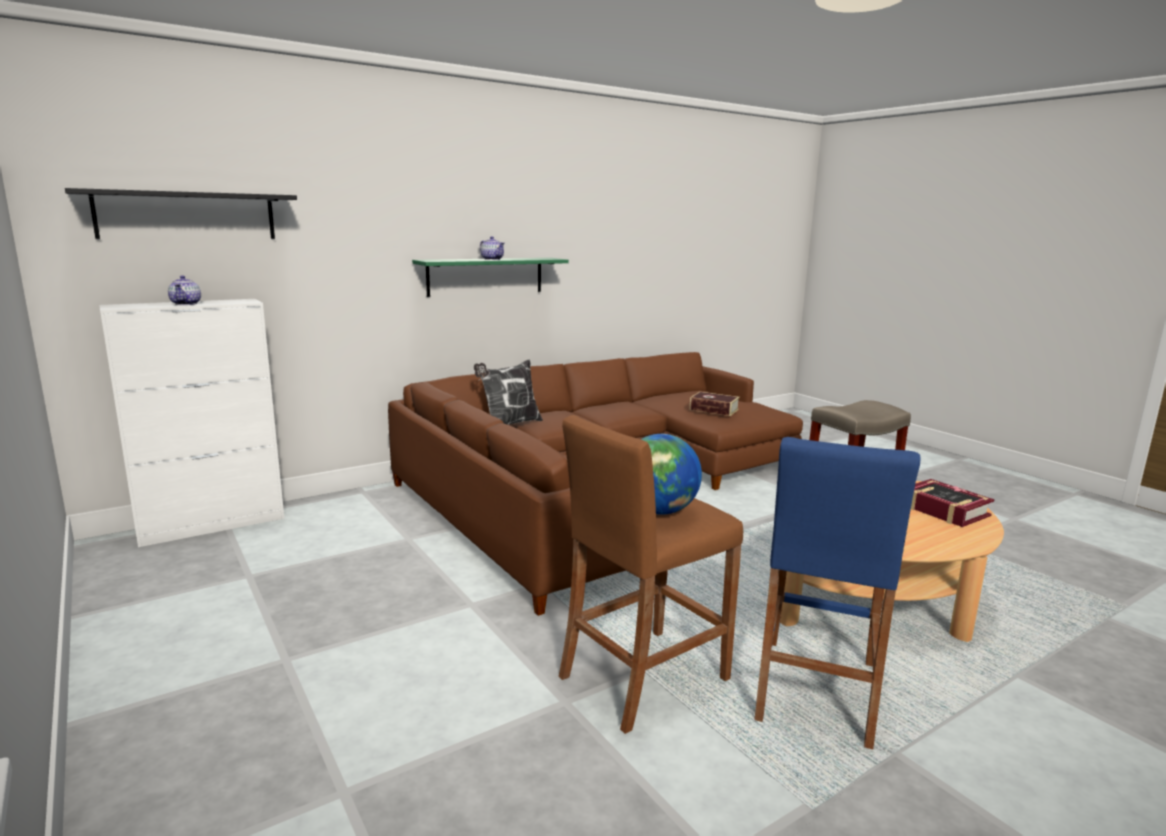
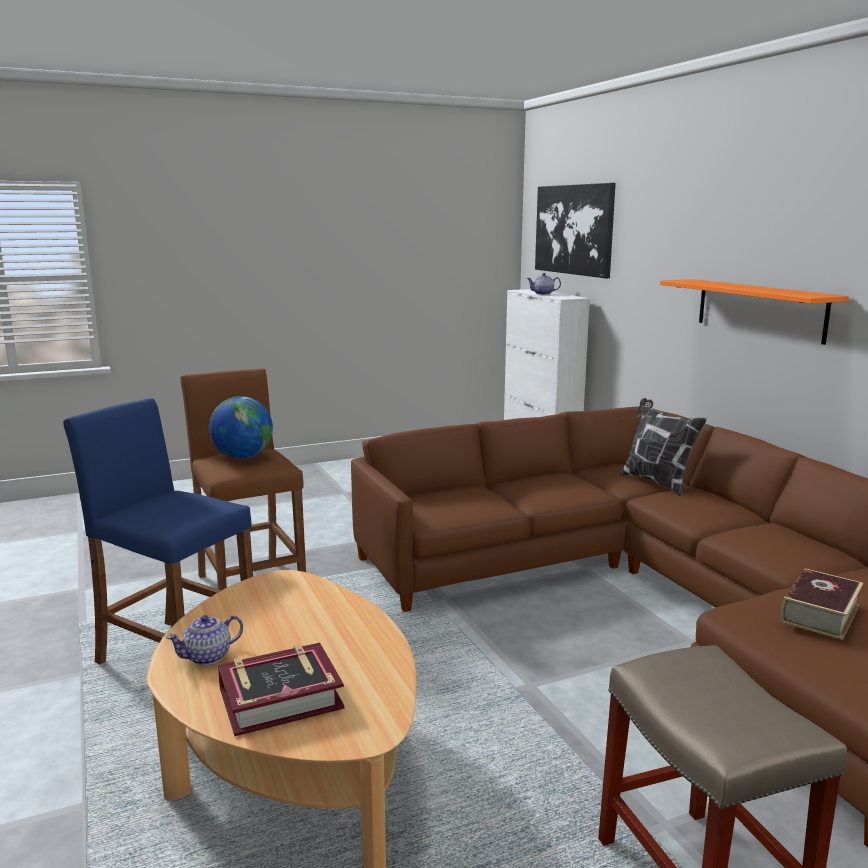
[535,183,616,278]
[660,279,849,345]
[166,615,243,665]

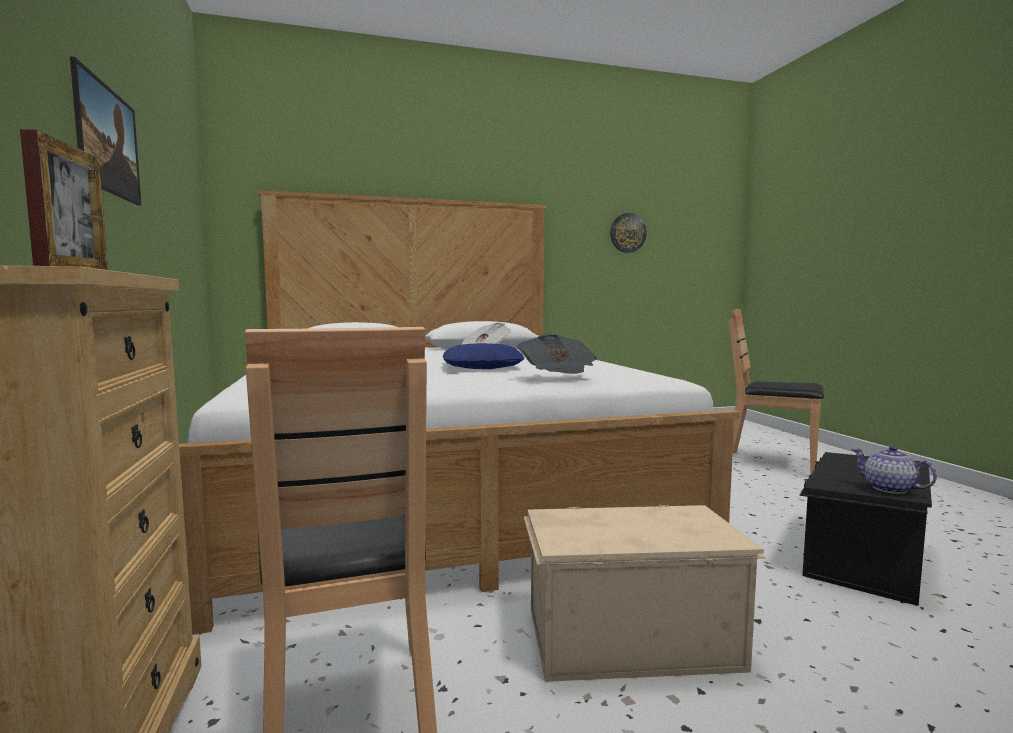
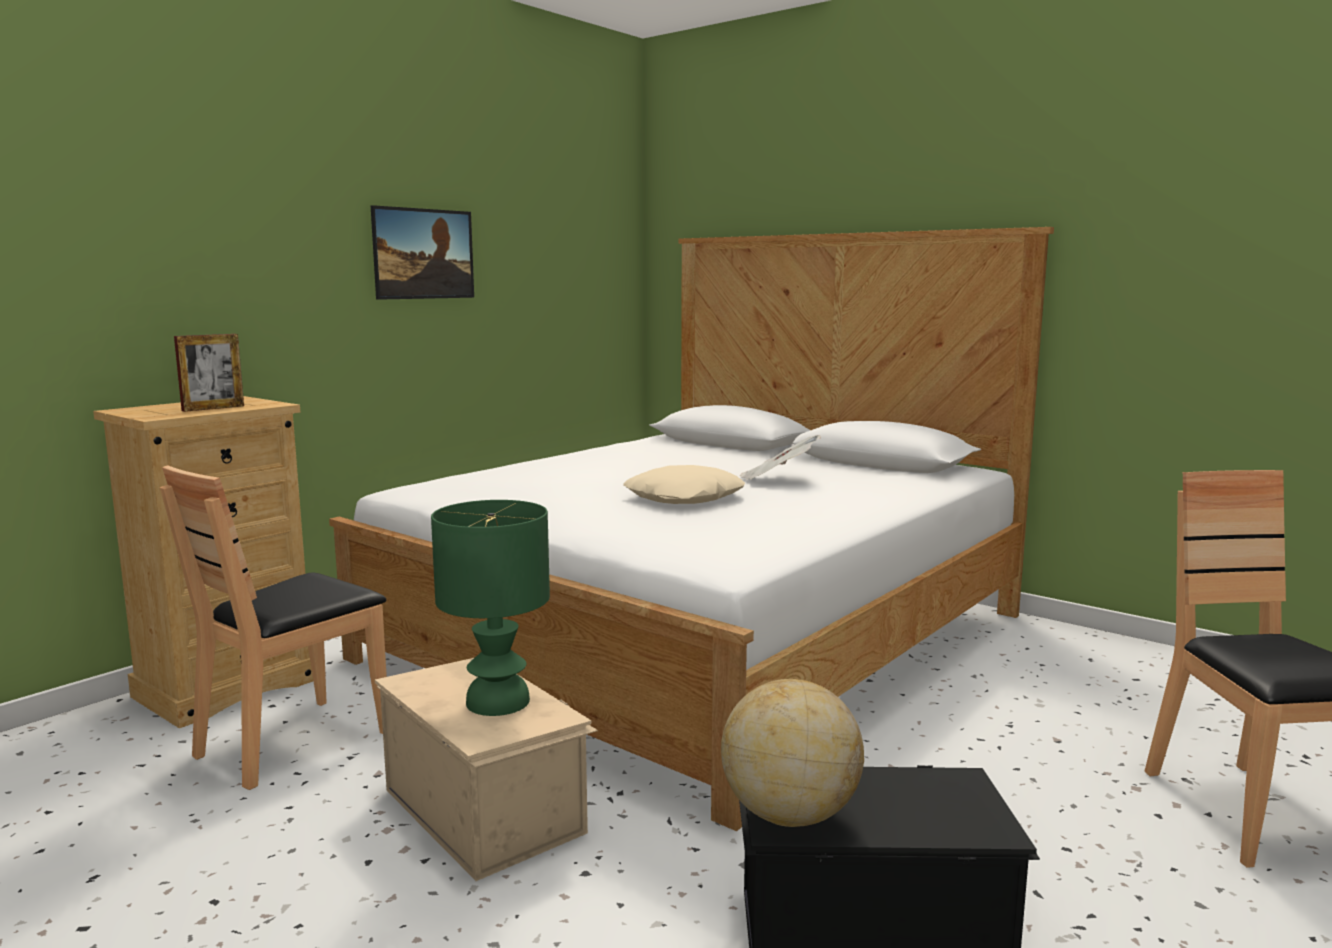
[623,465,745,504]
[517,334,597,374] (first image)
[610,213,647,253] (first image)
[721,679,864,827]
[431,500,550,716]

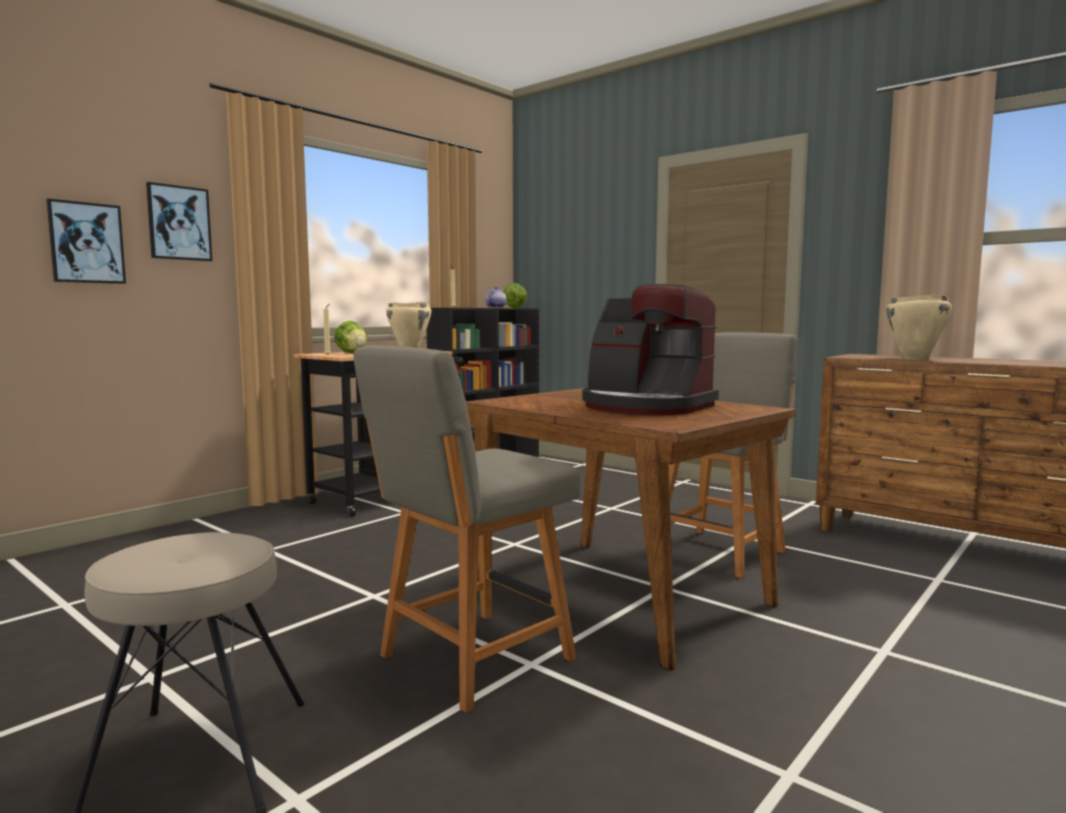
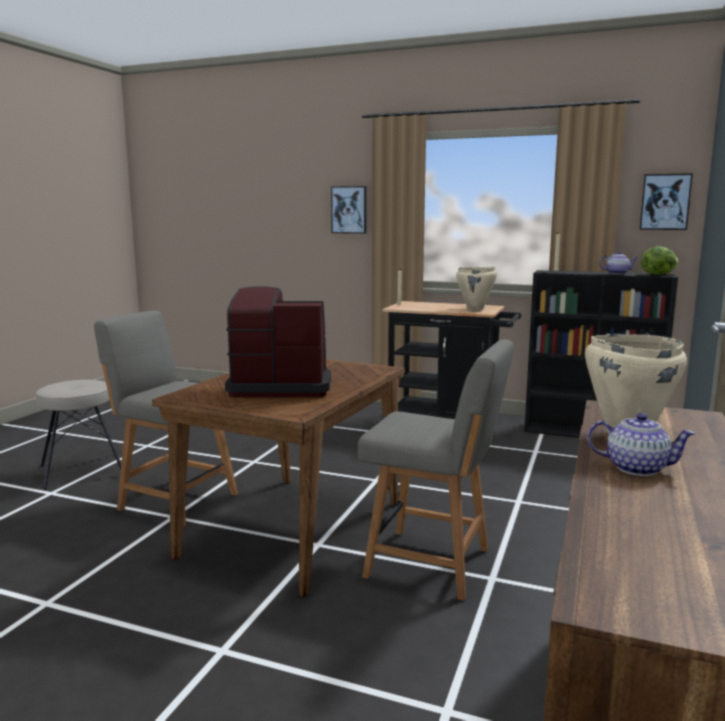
[639,173,693,230]
[334,321,367,353] (first image)
[225,286,331,397]
[587,413,696,476]

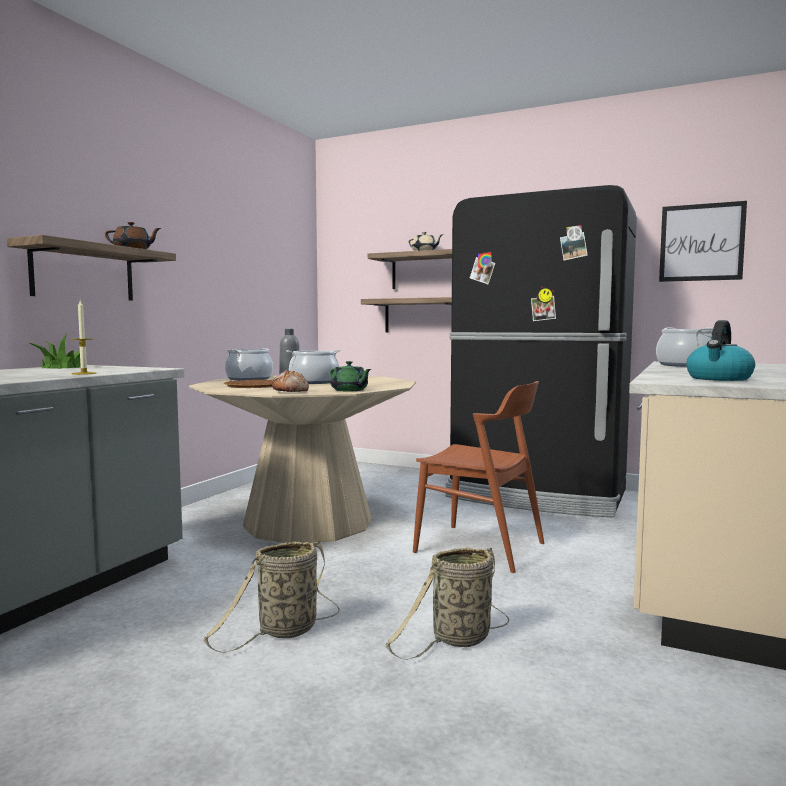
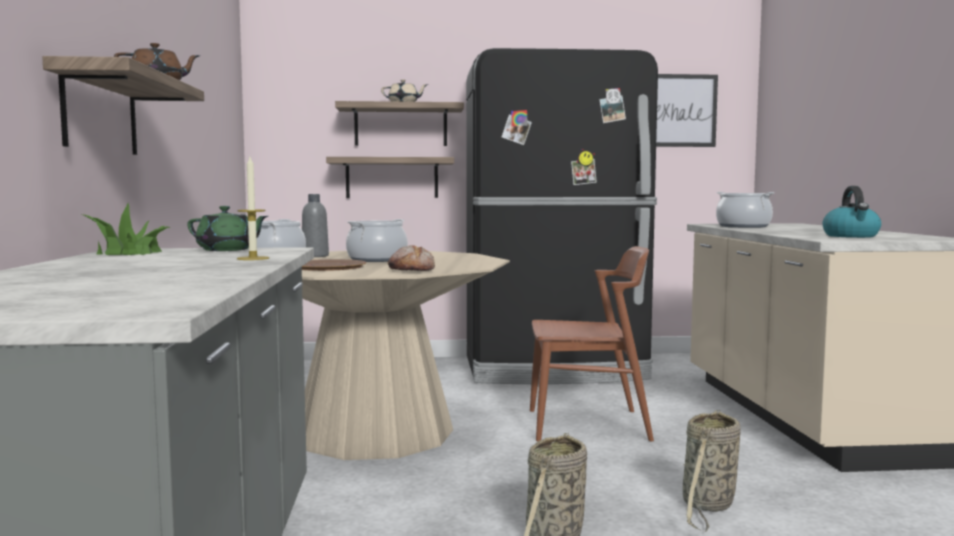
[187,206,268,251]

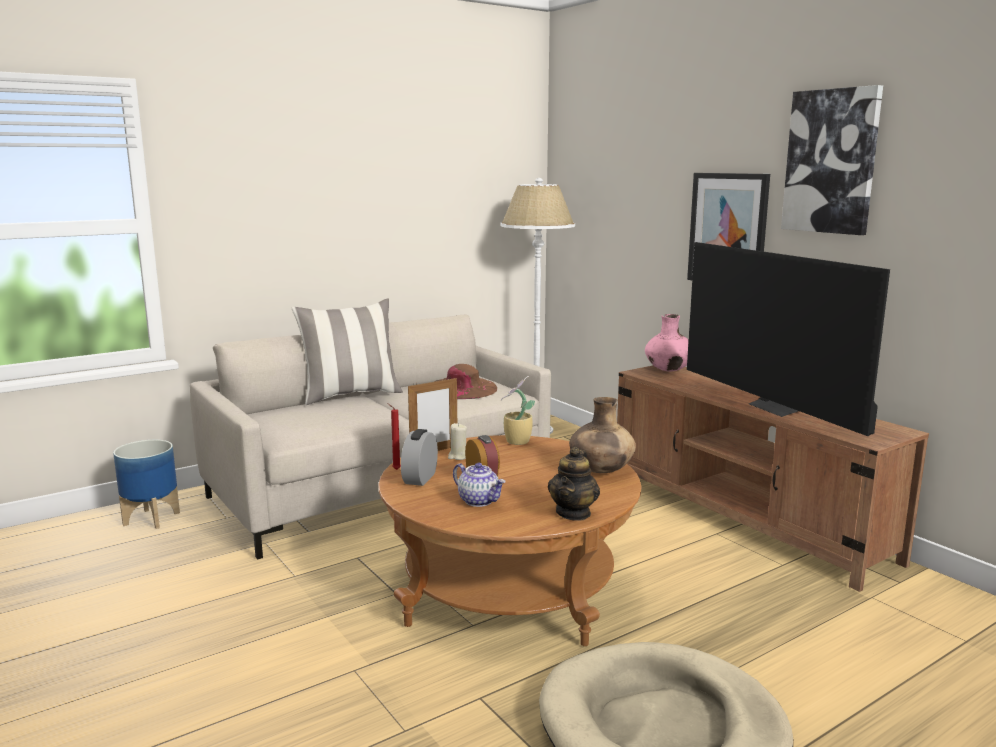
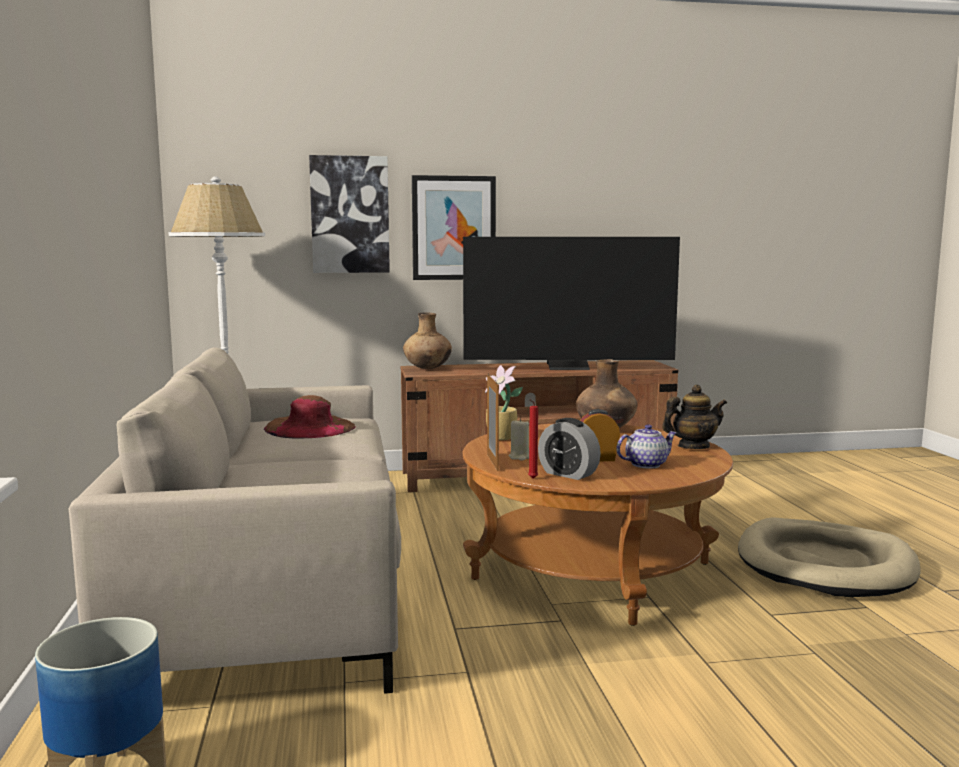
[292,298,403,405] (first image)
[662,385,727,449]
[403,313,452,369]
[309,155,390,273]

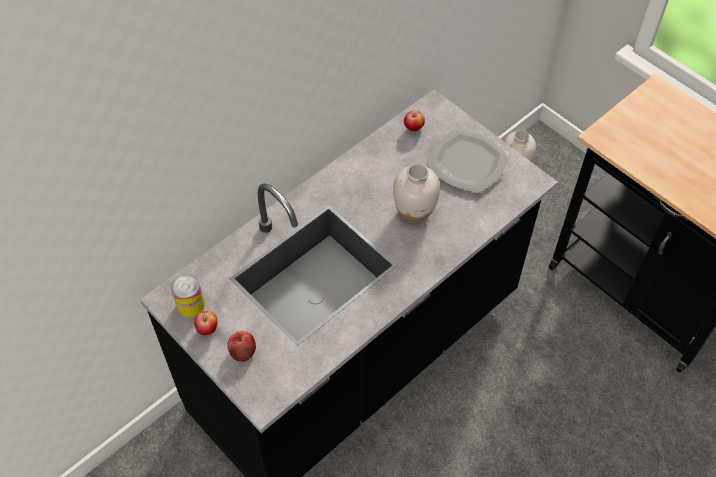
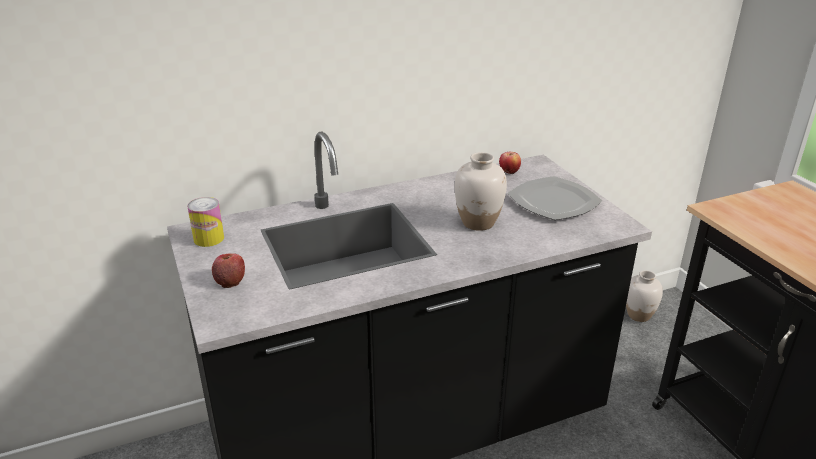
[194,311,217,335] (first image)

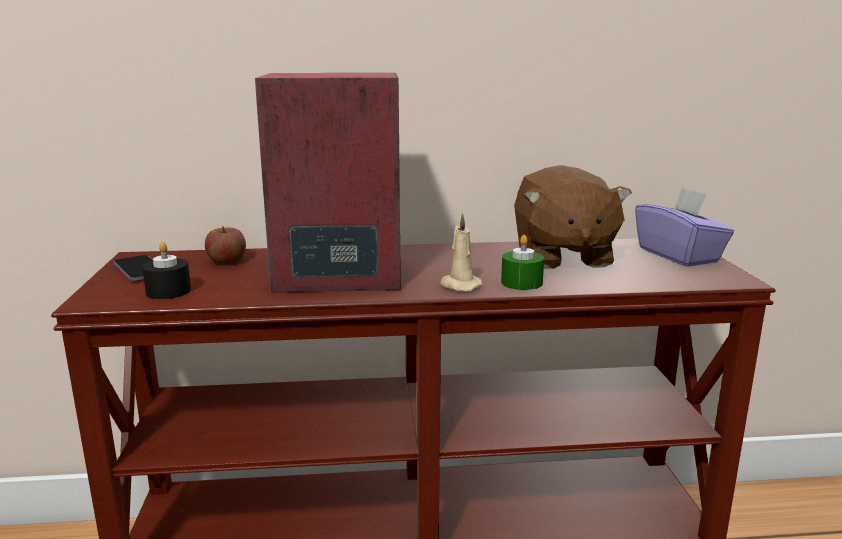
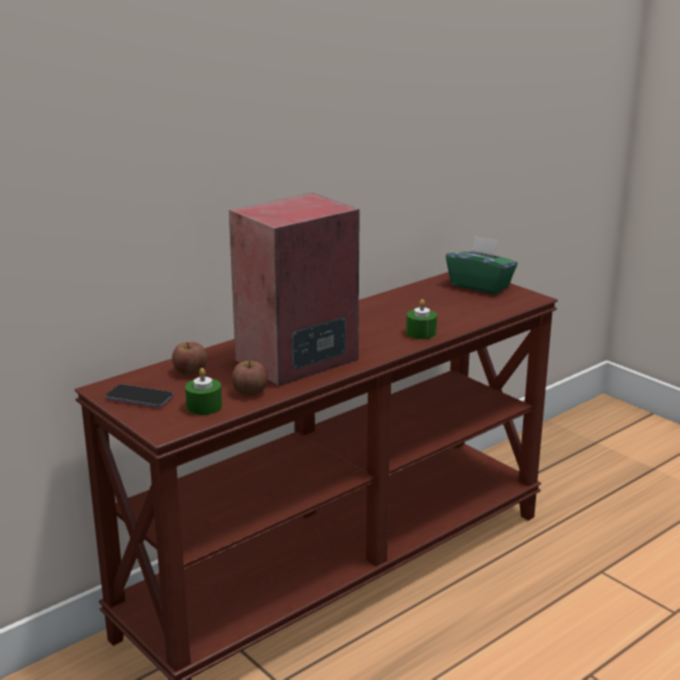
[185,368,222,415]
[440,213,482,291] (first image)
[514,165,632,269] (first image)
[446,235,518,294]
[232,361,268,396]

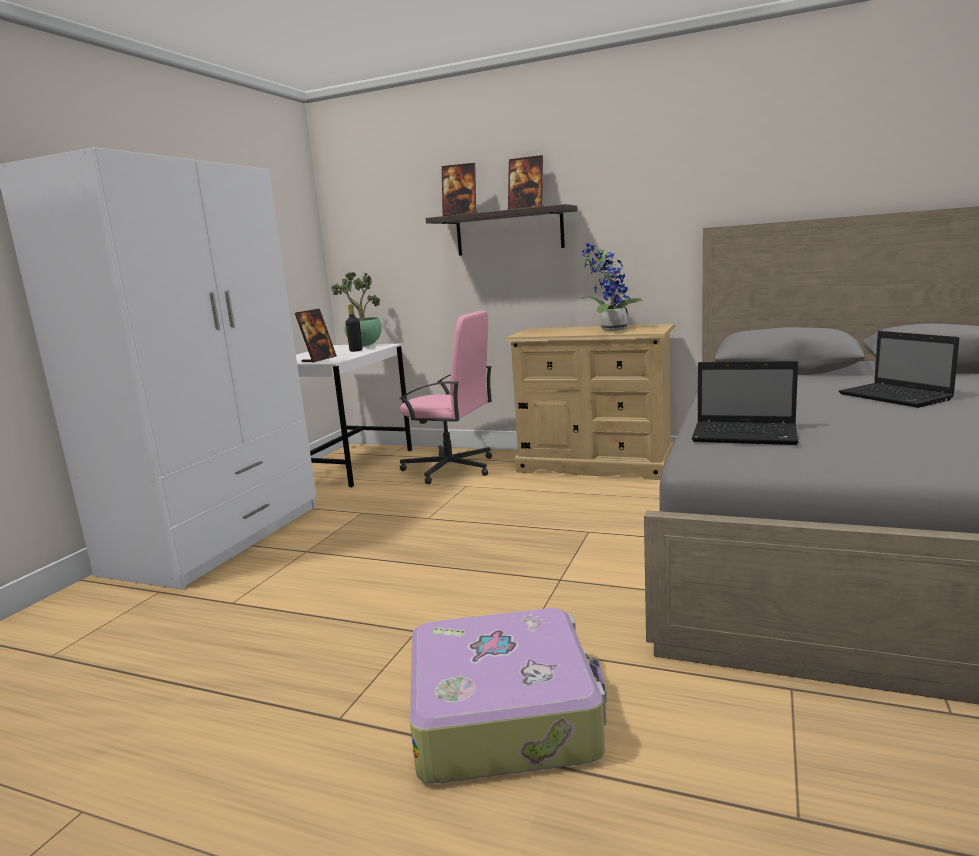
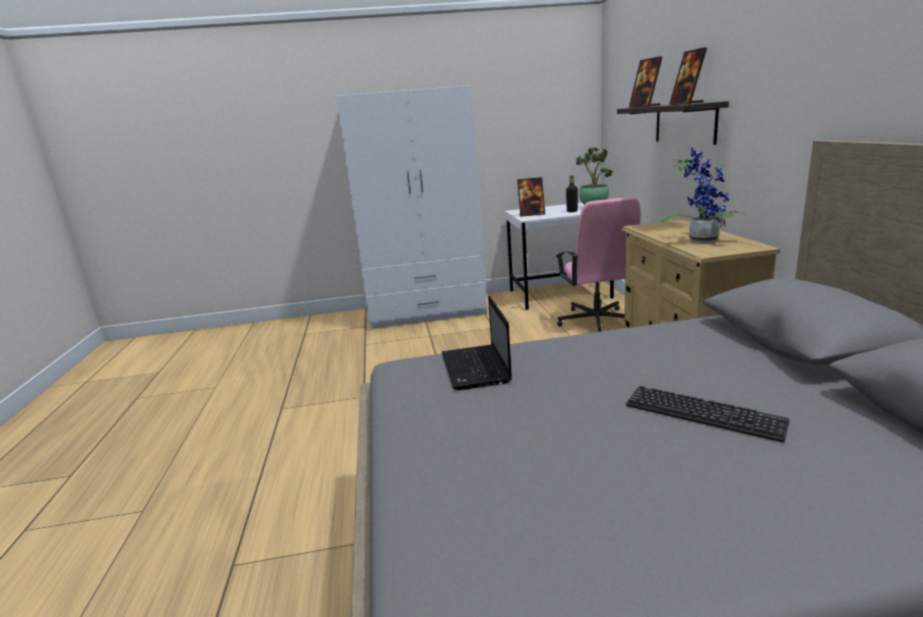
[410,608,607,783] (first image)
[626,386,789,442]

